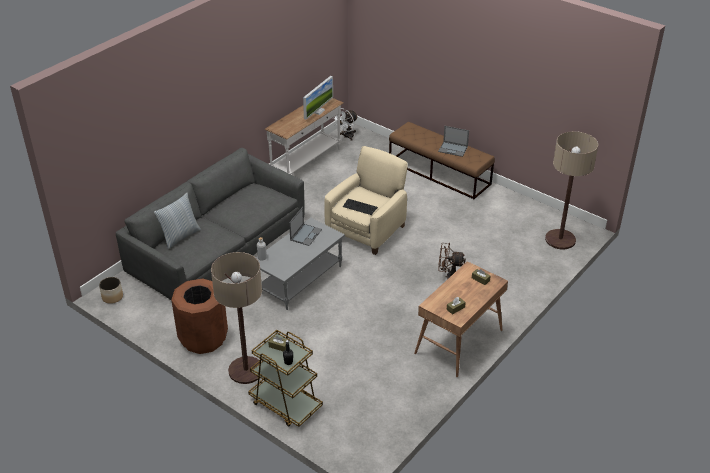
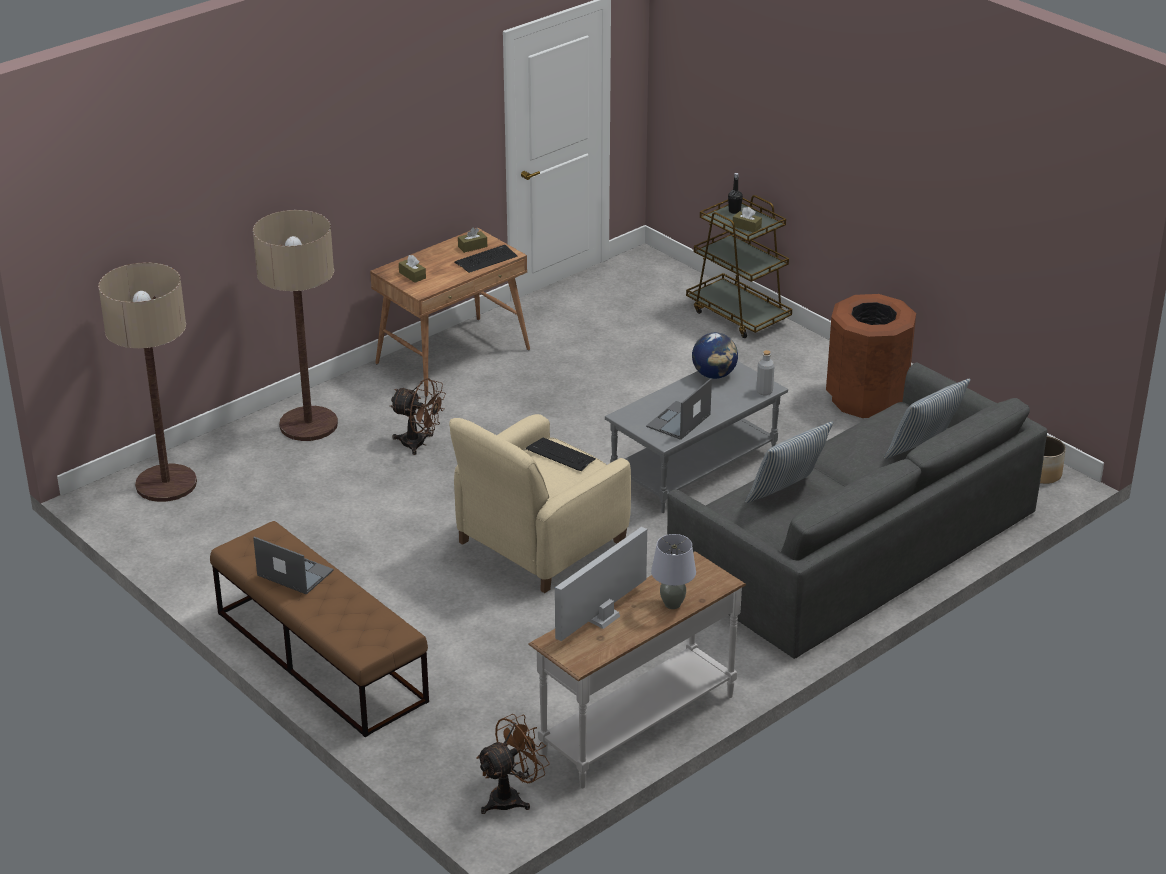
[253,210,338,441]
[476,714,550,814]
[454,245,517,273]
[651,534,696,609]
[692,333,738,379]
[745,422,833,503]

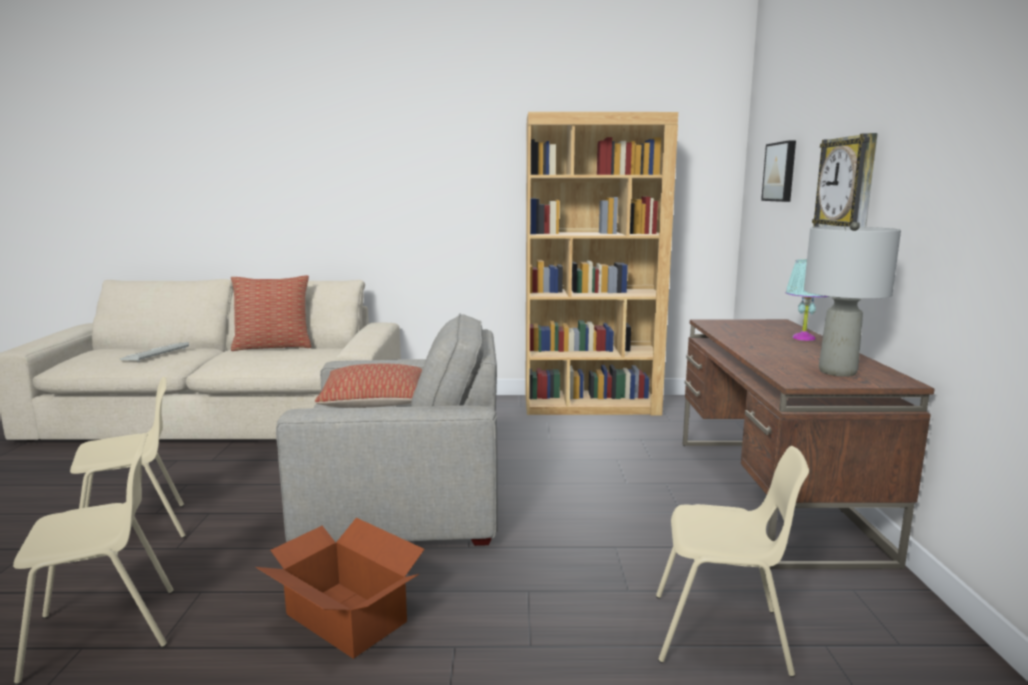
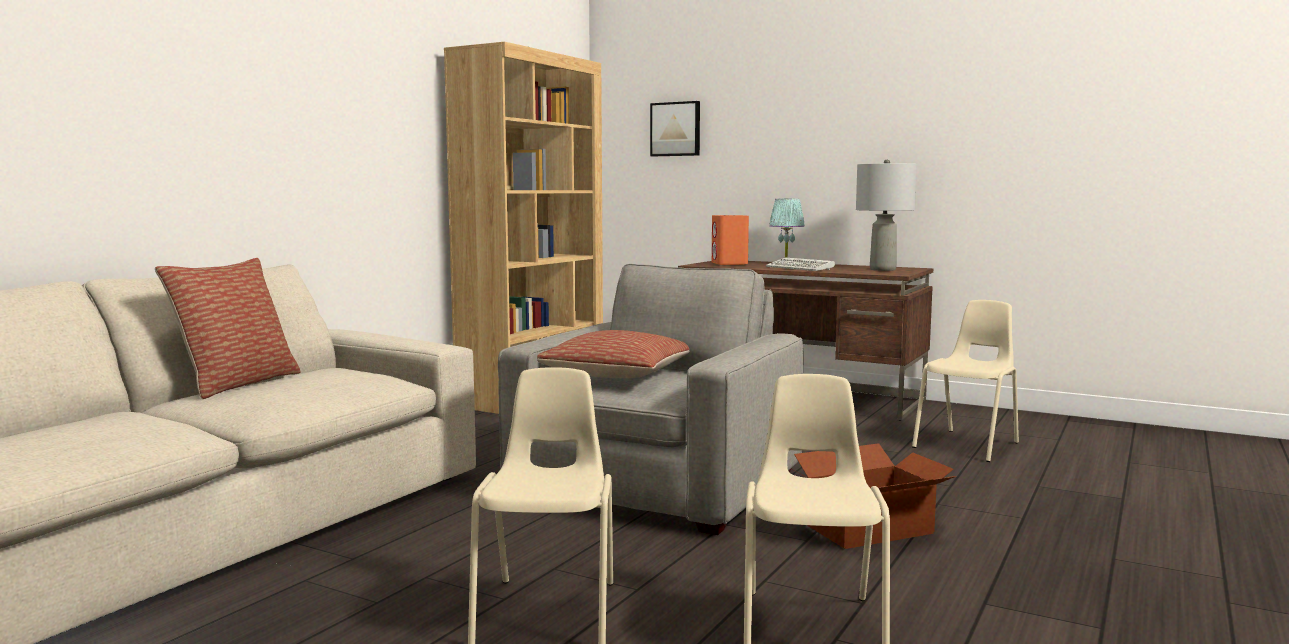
[766,257,835,271]
[812,133,878,227] (first image)
[712,215,749,265]

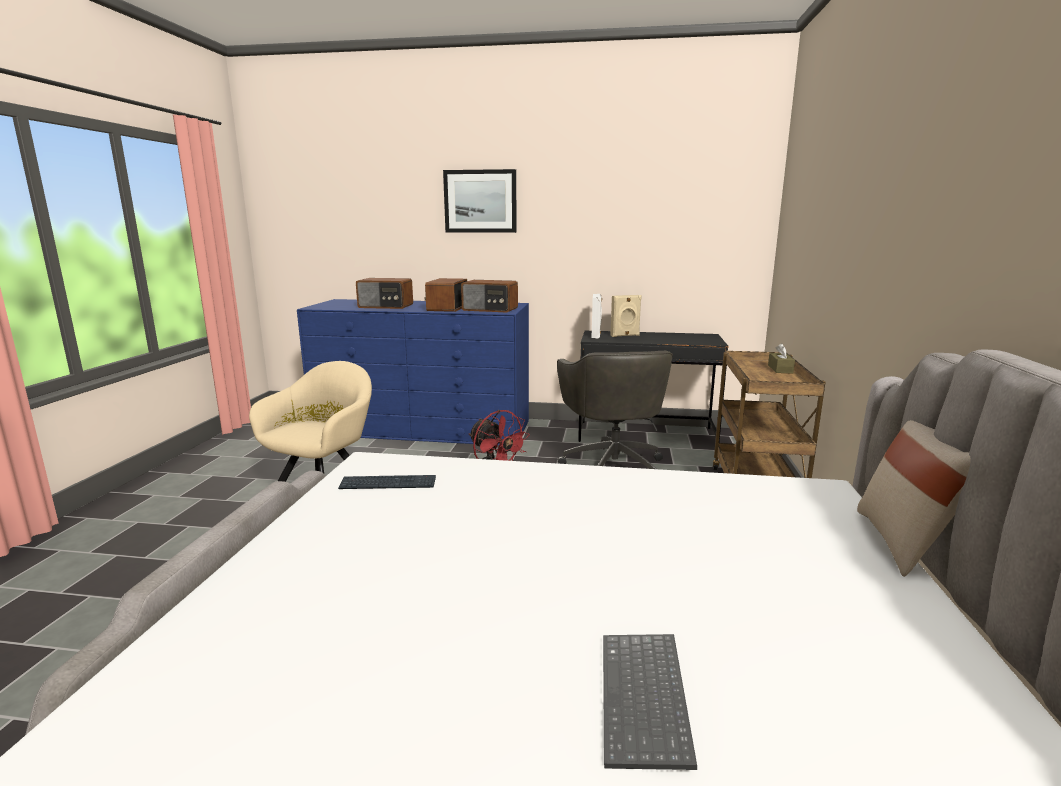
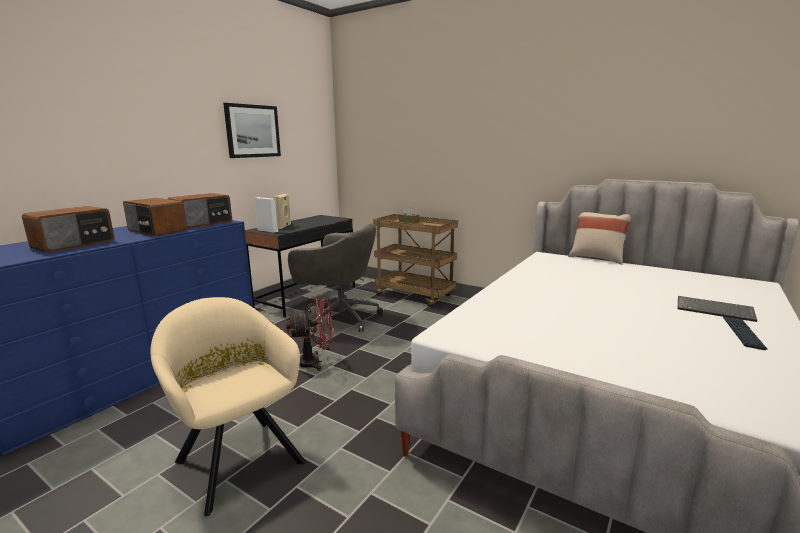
[723,316,767,350]
[223,103,281,158]

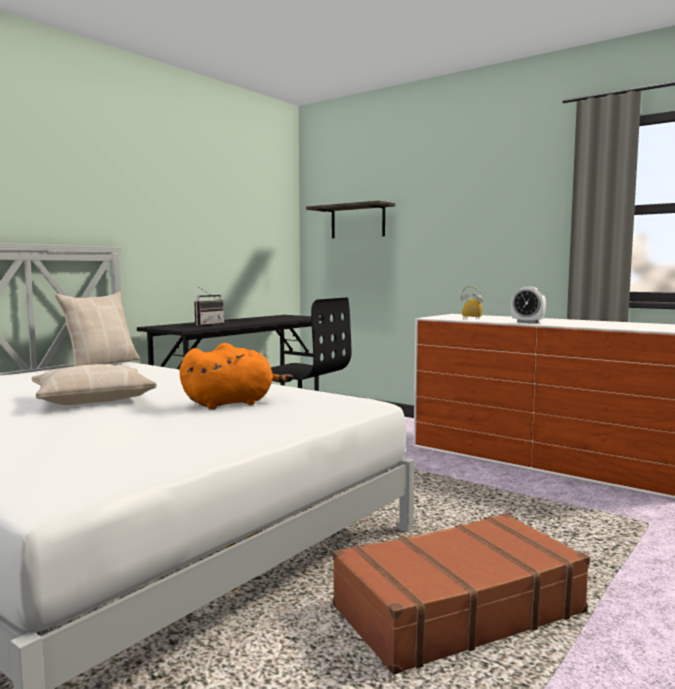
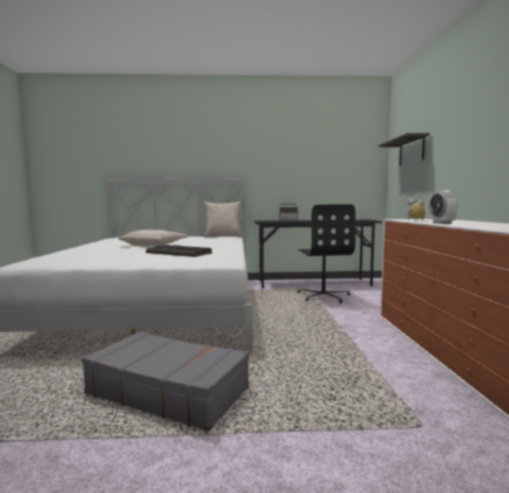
[146,245,212,257]
[82,331,249,432]

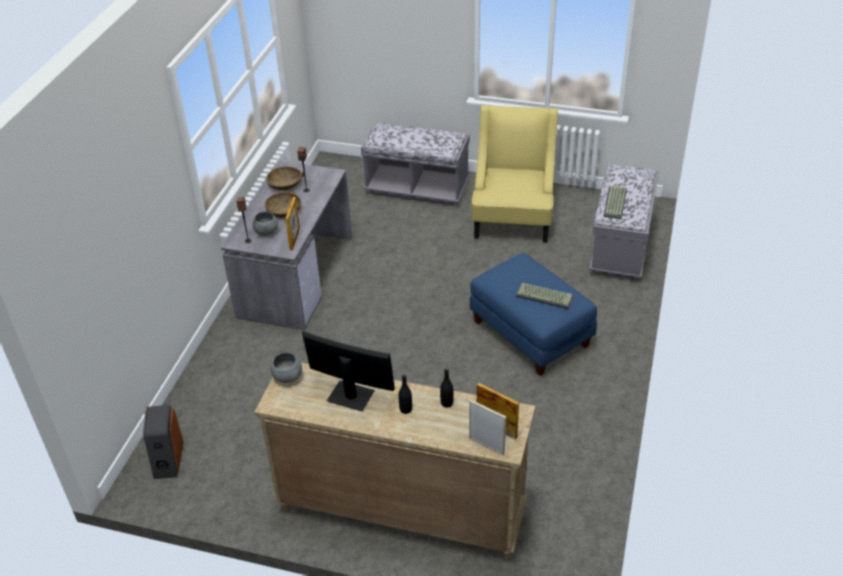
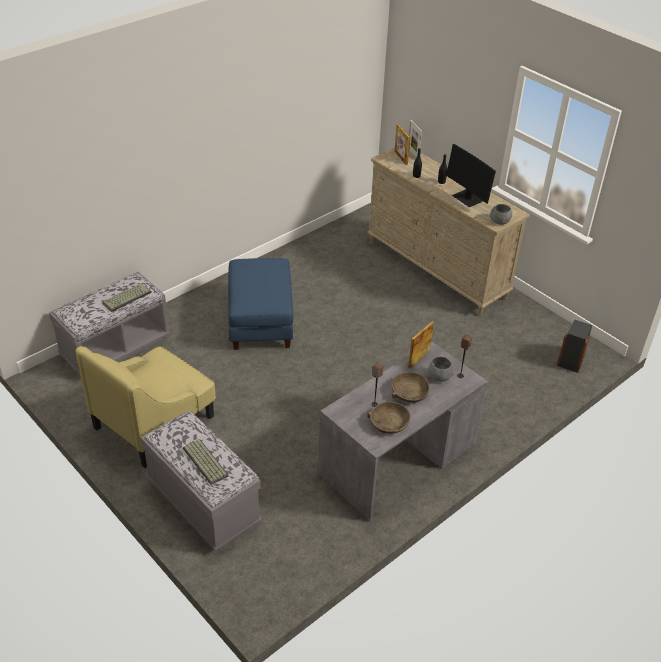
[183,439,229,485]

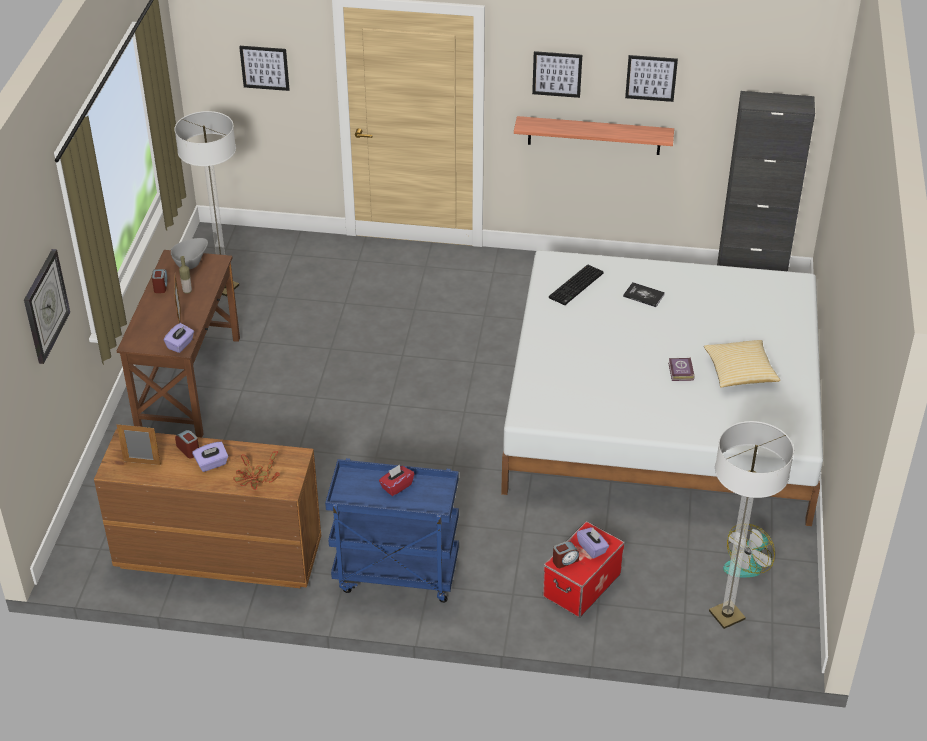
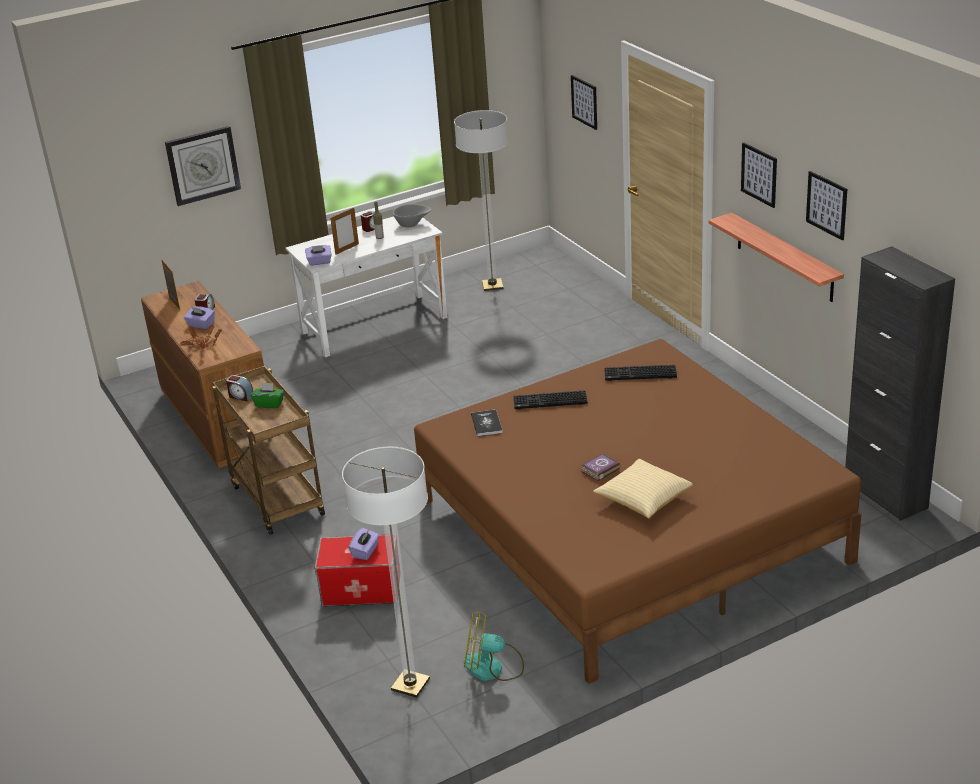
[285,216,448,357]
[212,366,325,535]
[251,382,284,408]
[414,339,861,684]
[226,375,253,401]
[471,409,503,436]
[513,390,588,410]

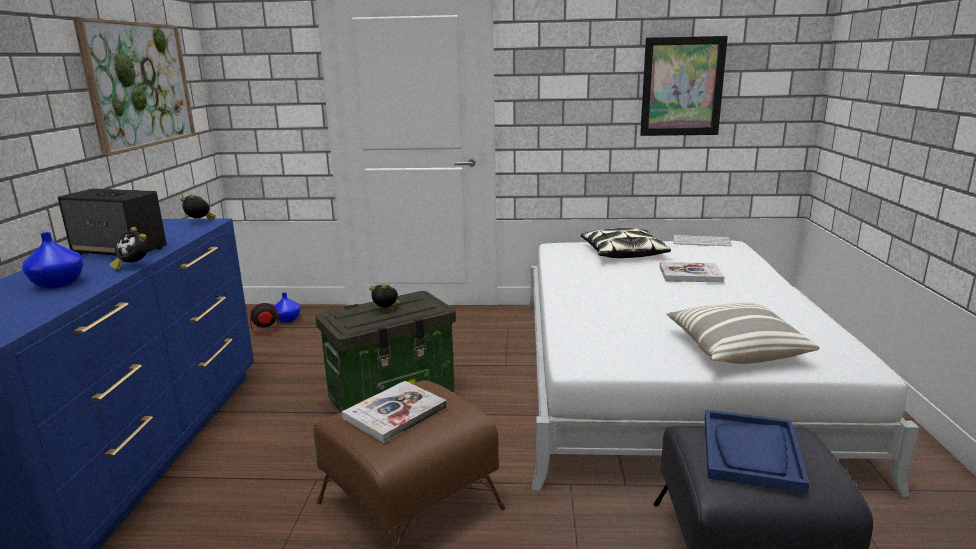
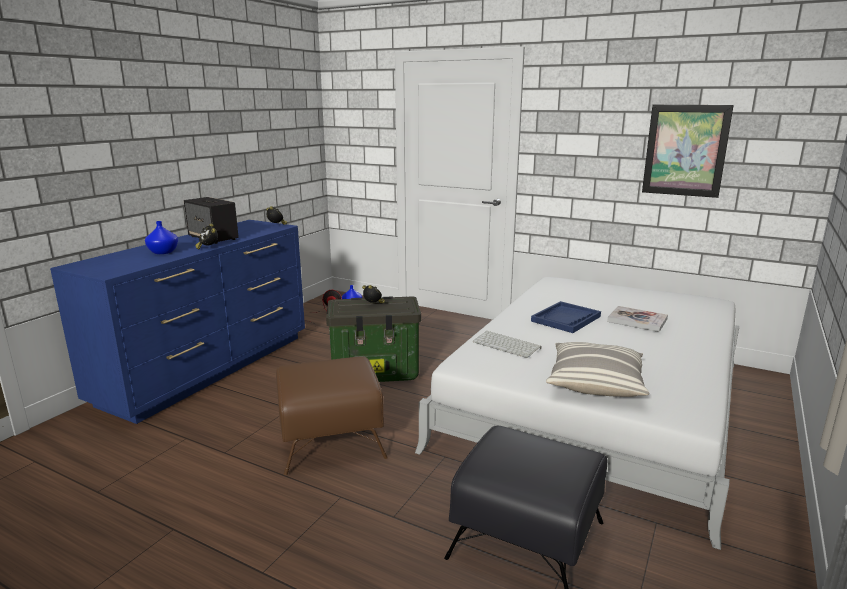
[73,18,195,155] (first image)
[342,381,447,443] (first image)
[581,228,671,258] (first image)
[473,330,542,358]
[531,301,601,333]

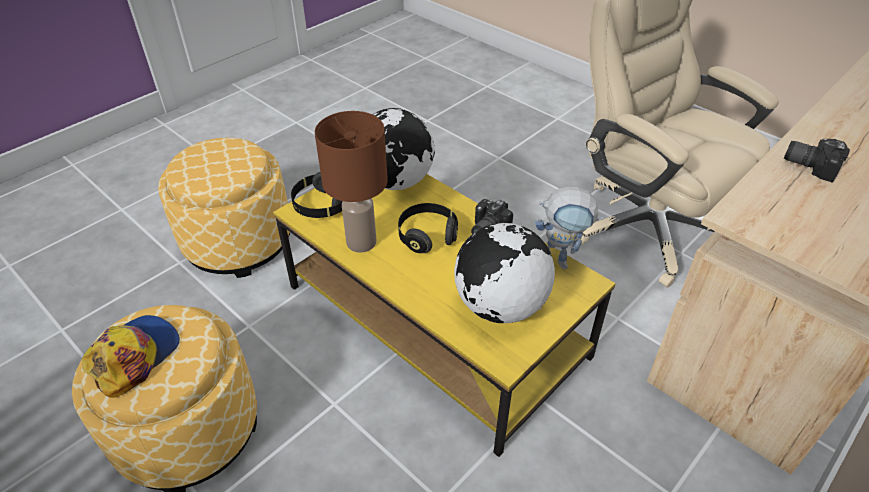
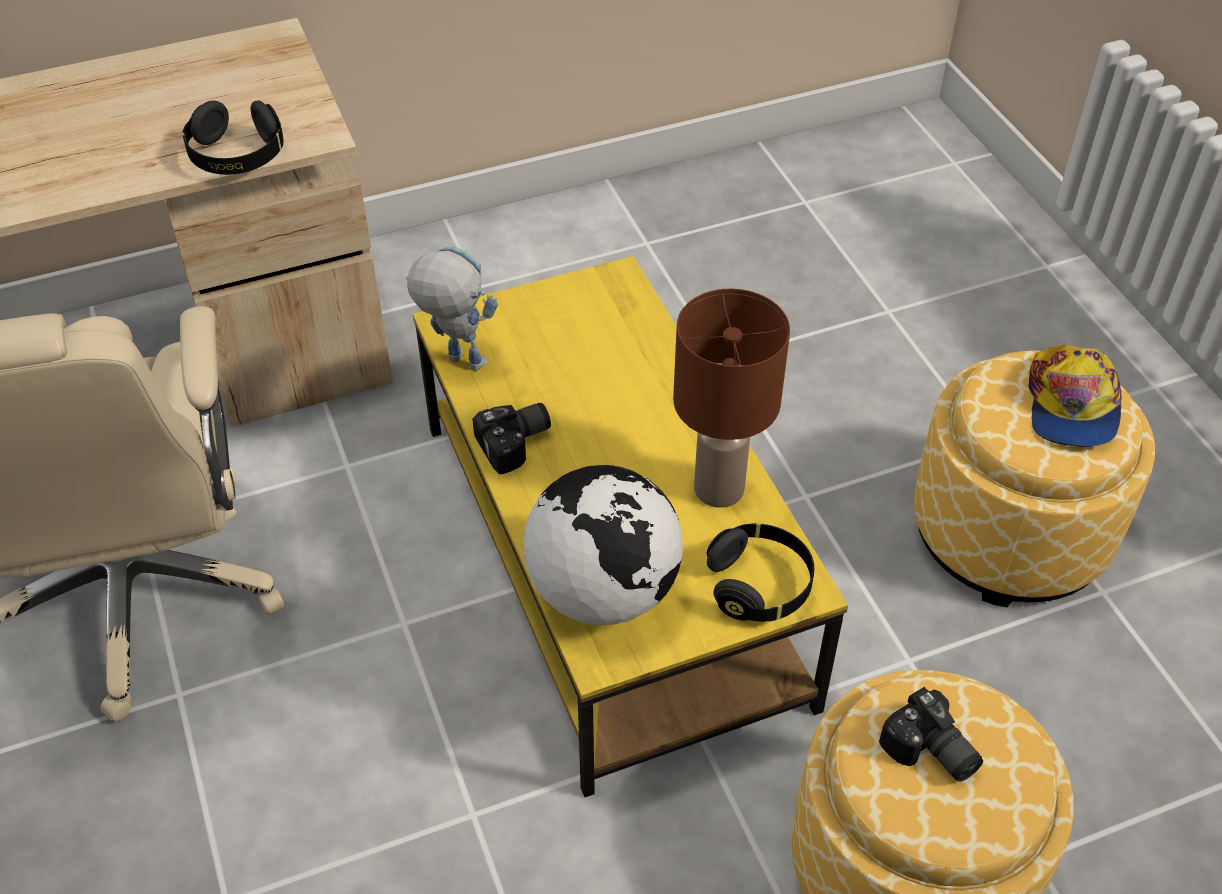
[1028,345,1122,447]
[183,101,284,175]
[454,223,555,323] (first image)
[879,687,983,782]

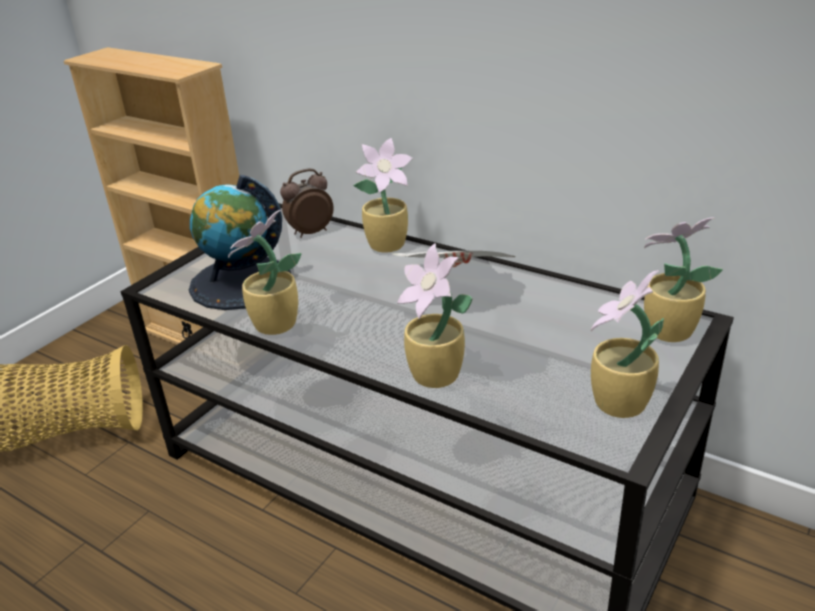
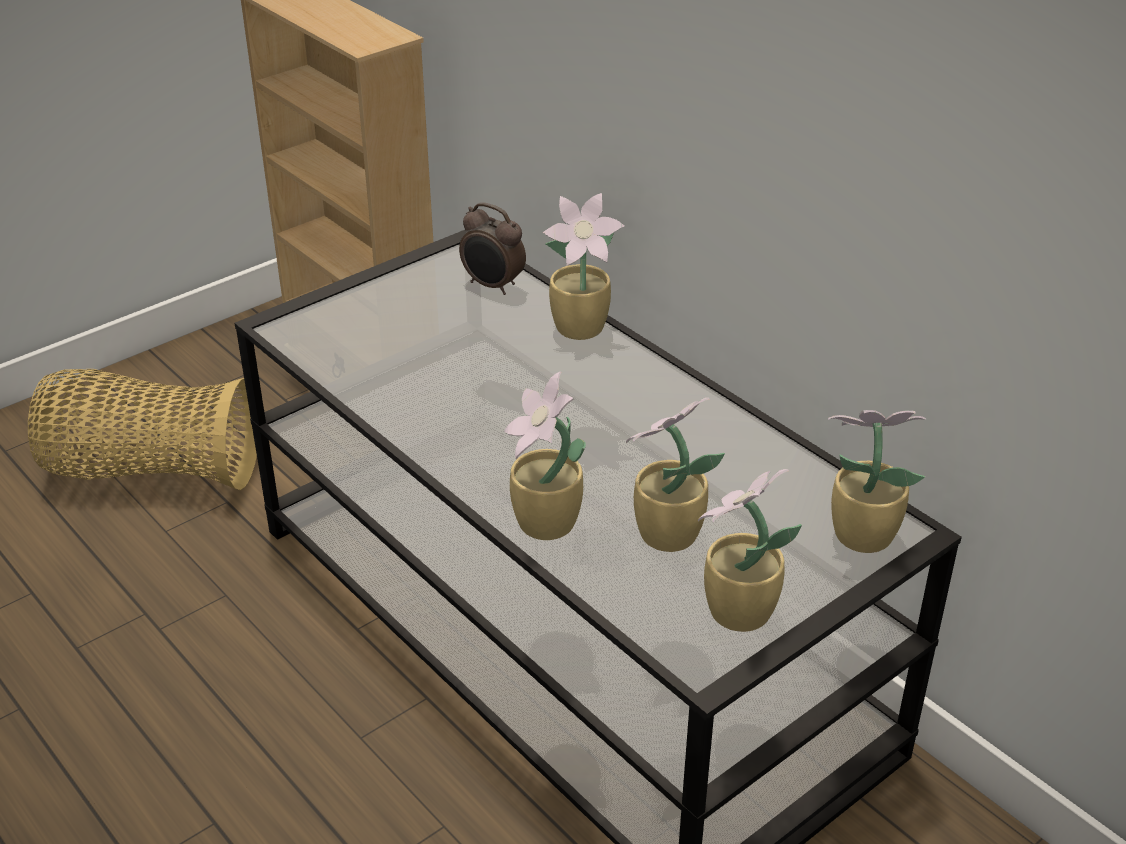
[189,175,291,310] (first image)
[626,398,725,552]
[459,203,526,295]
[392,251,516,267] (first image)

